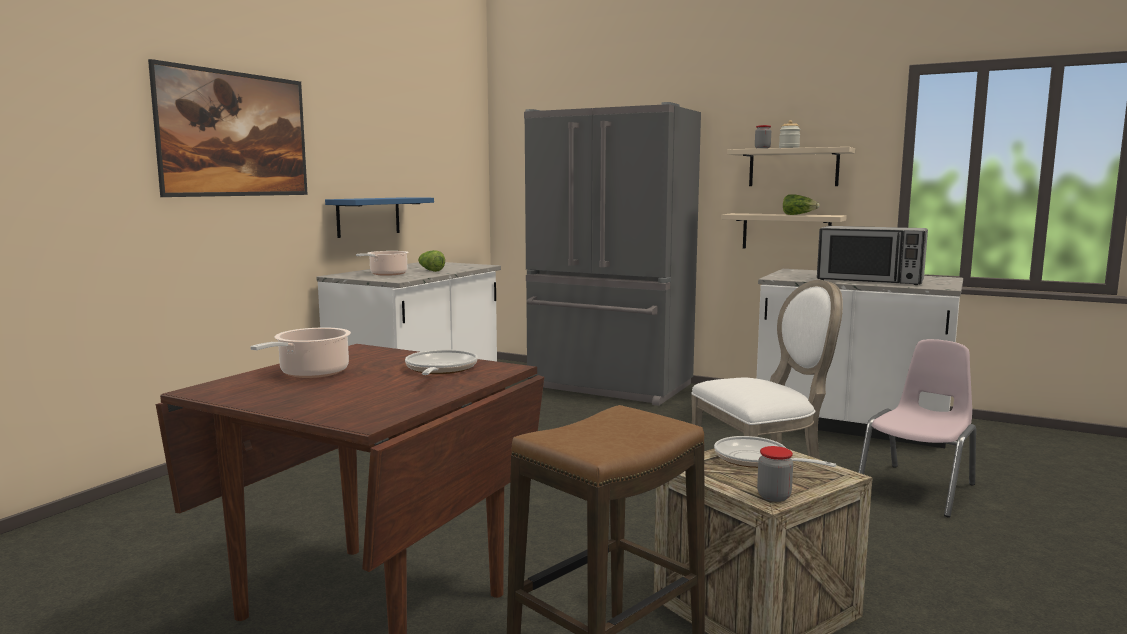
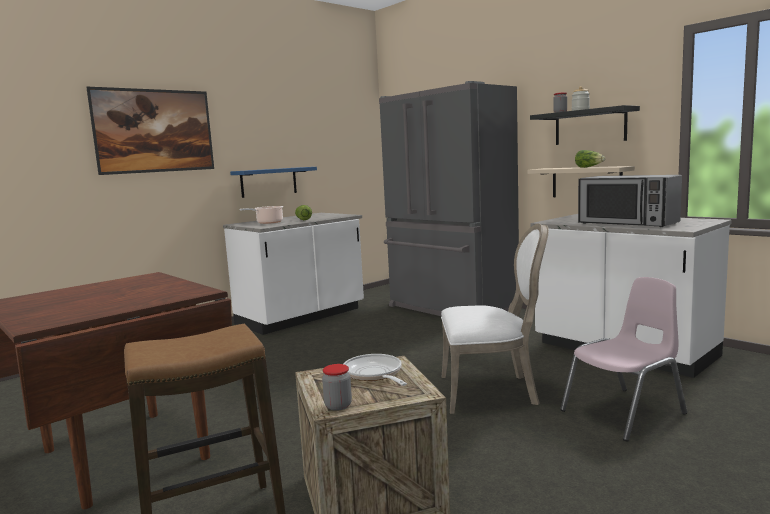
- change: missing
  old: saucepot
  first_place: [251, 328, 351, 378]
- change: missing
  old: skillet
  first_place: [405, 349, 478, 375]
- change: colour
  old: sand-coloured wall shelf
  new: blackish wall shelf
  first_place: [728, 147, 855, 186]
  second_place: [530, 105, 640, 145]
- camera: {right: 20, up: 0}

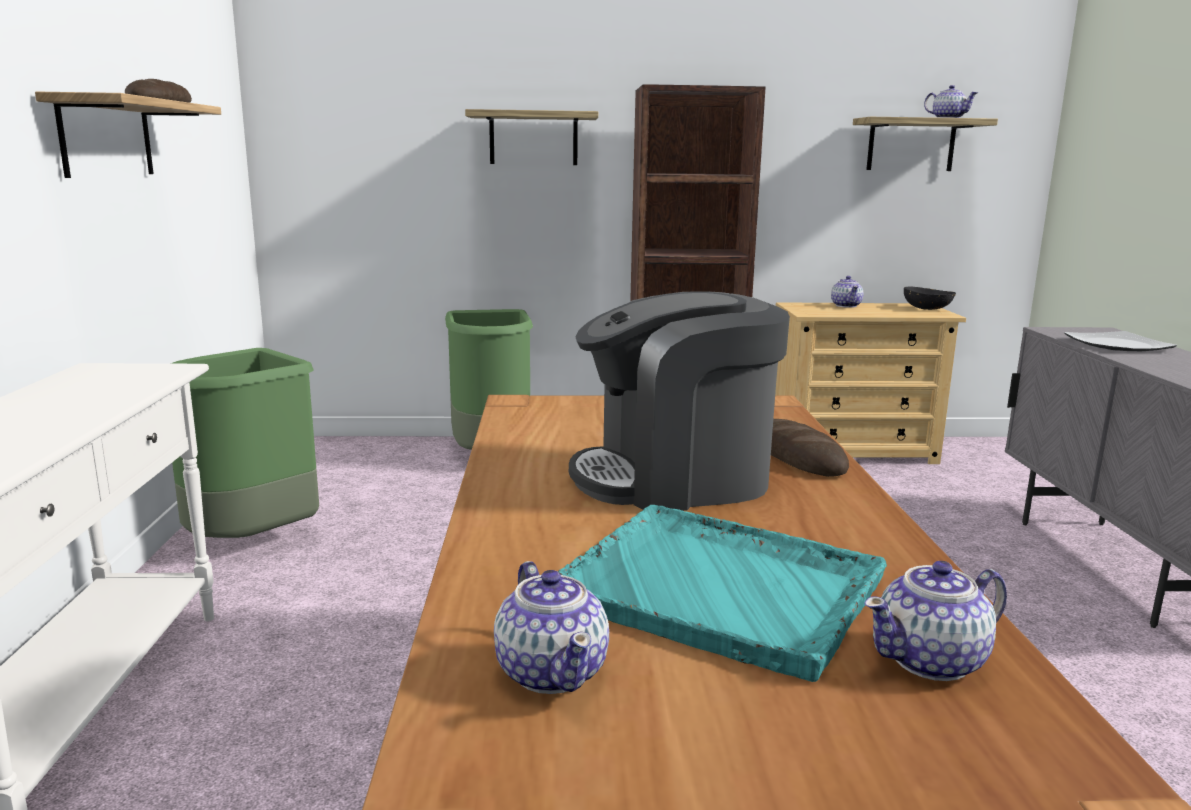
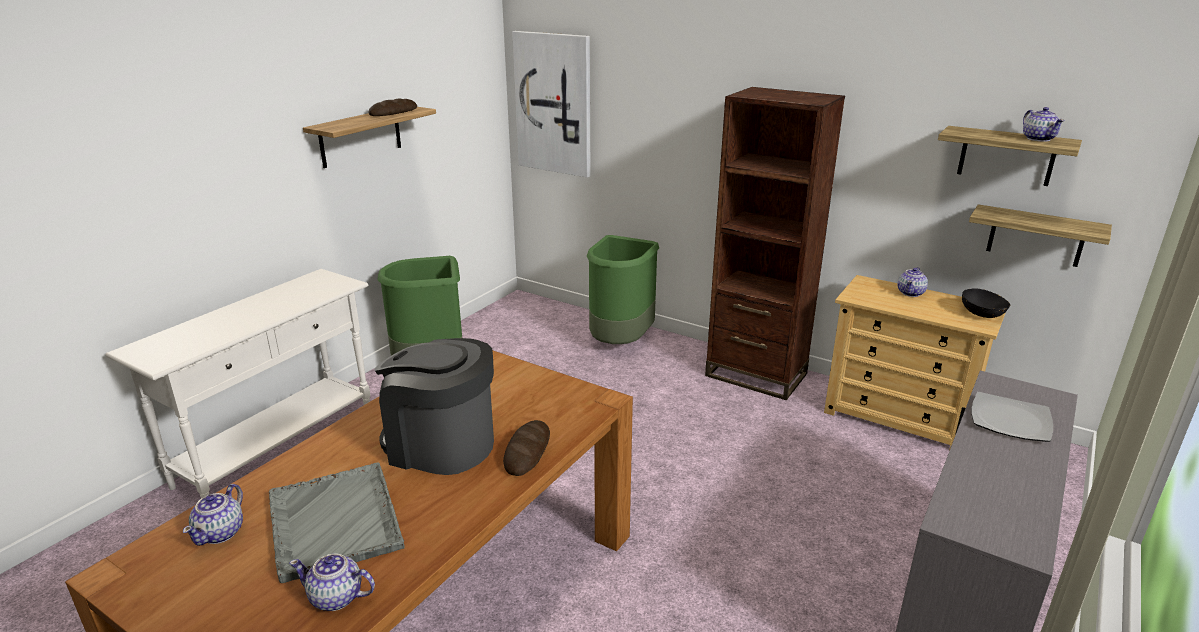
- change: appeared
  new: wall picture
  second_place: [512, 31, 590, 178]
- change: relocated
  old: wall shelf
  first_place: [465, 109, 598, 165]
  second_place: [969, 204, 1112, 267]
- change: colour
  old: turquoise-coloured serving tray
  new: gray serving tray
  first_place: [557, 505, 887, 682]
  second_place: [269, 463, 405, 583]
- camera: {right: 35, up: 10}

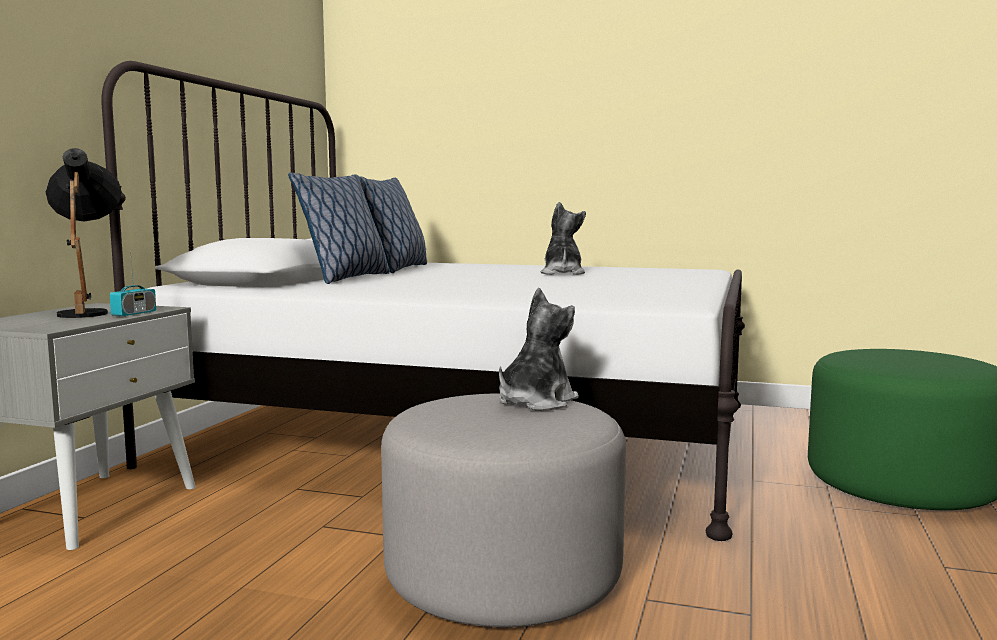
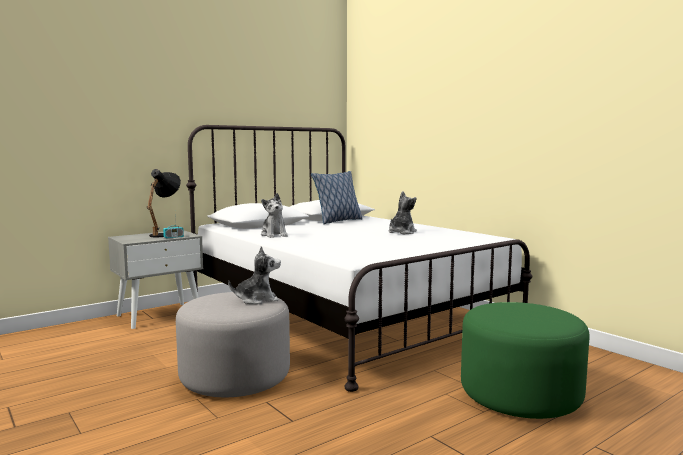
- change: missing
  old: throw pillow
  first_place: [288, 172, 390, 284]
- change: appeared
  new: cuddly toy
  second_place: [261, 193, 288, 238]
- camera: {right: 35, up: 0}

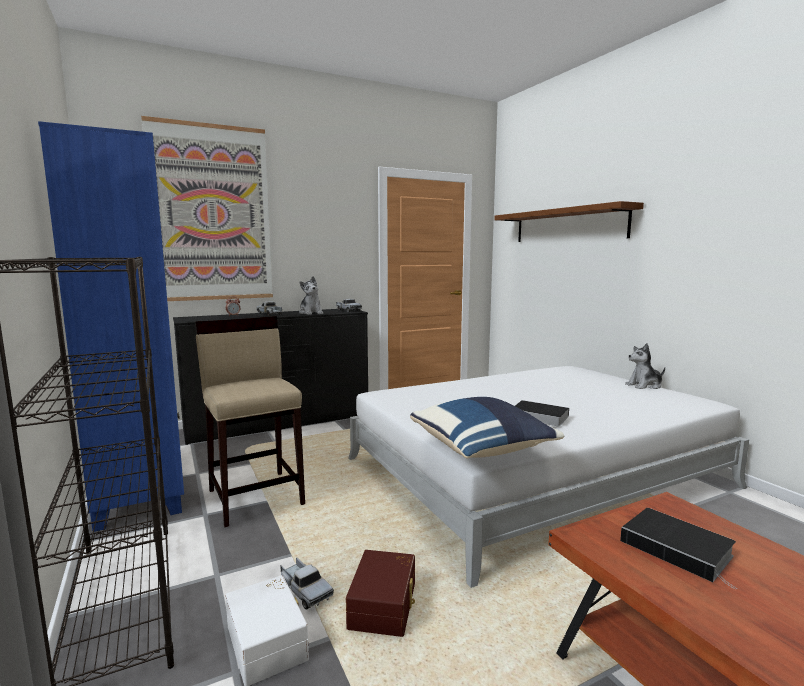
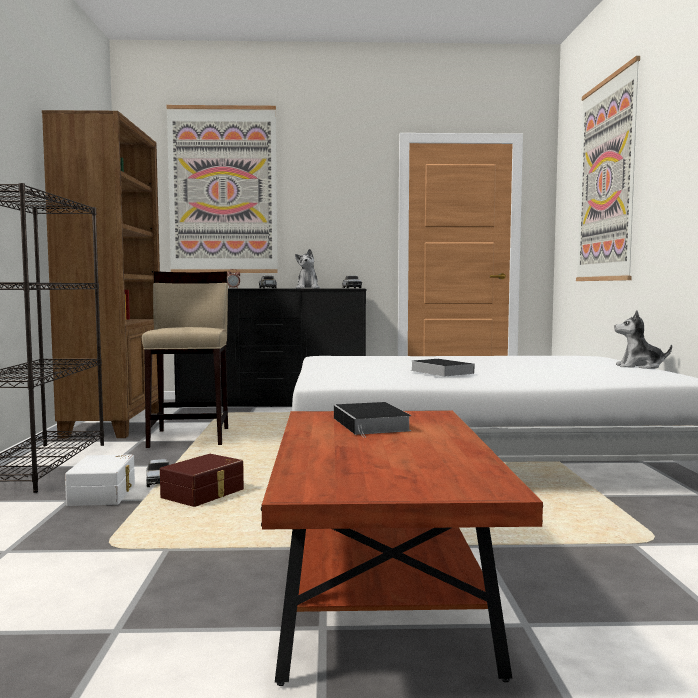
- change: missing
  old: bluish throw pillow
  first_place: [410, 397, 564, 459]
- change: exchanged
  old: brown-coloured wall shelf
  new: wall picture
  first_place: [494, 201, 644, 242]
  second_place: [576, 56, 640, 281]
- change: colour
  old: bluish bookcase
  new: brown-coloured bookcase
  first_place: [38, 121, 184, 532]
  second_place: [42, 110, 160, 439]
- camera: {right: 25, up: -5}

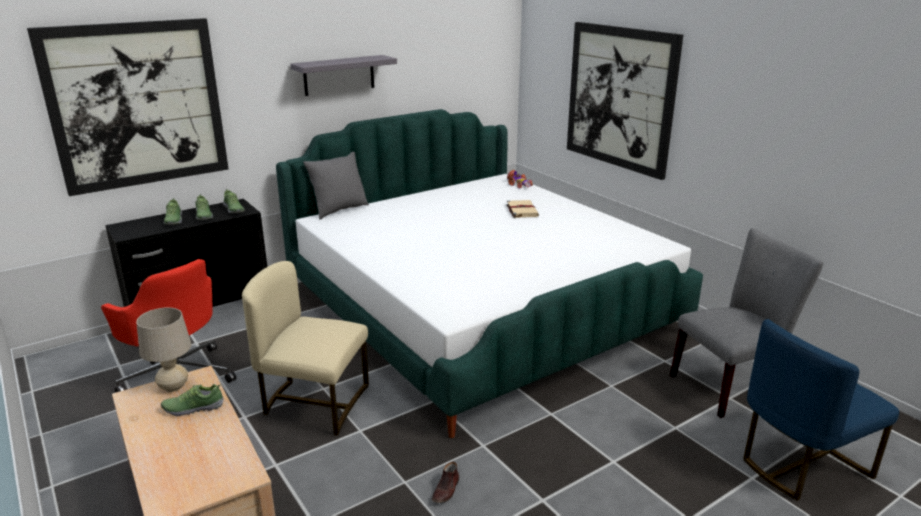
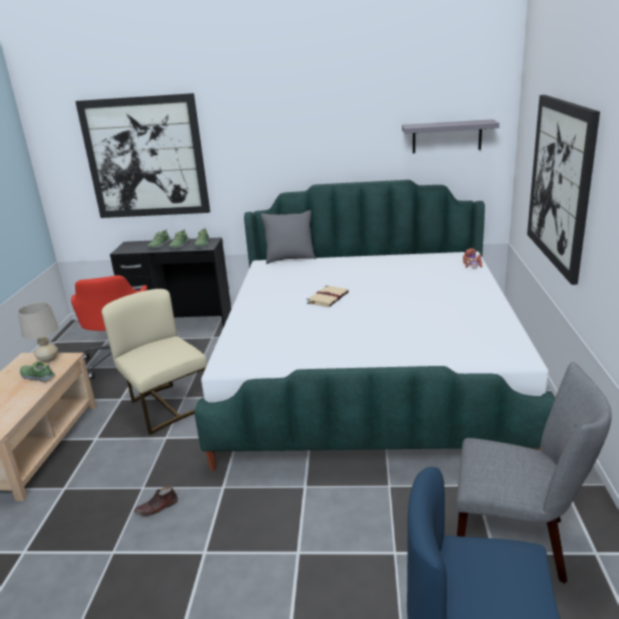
- change: relocated
  old: gray wall shelf
  first_place: [291, 55, 397, 96]
  second_place: [402, 119, 499, 153]
- change: relocated
  old: sand-coloured bound book
  first_place: [506, 200, 539, 218]
  second_place: [307, 285, 349, 307]
- camera: {right: 40, up: 0}

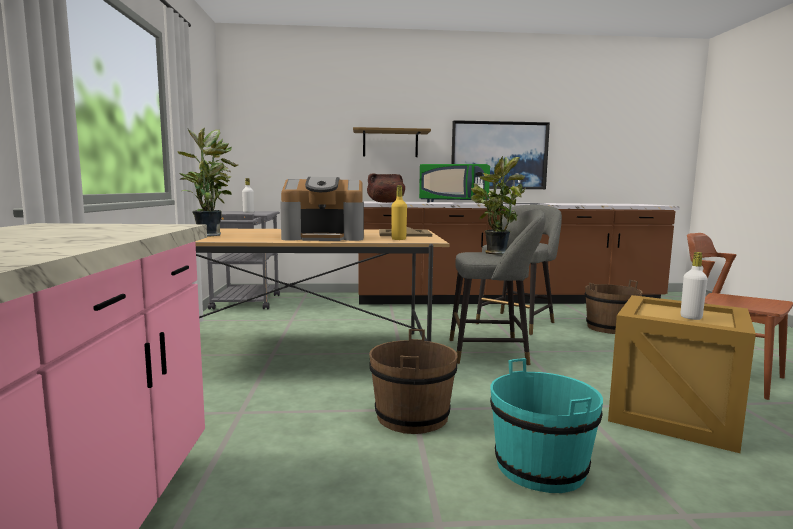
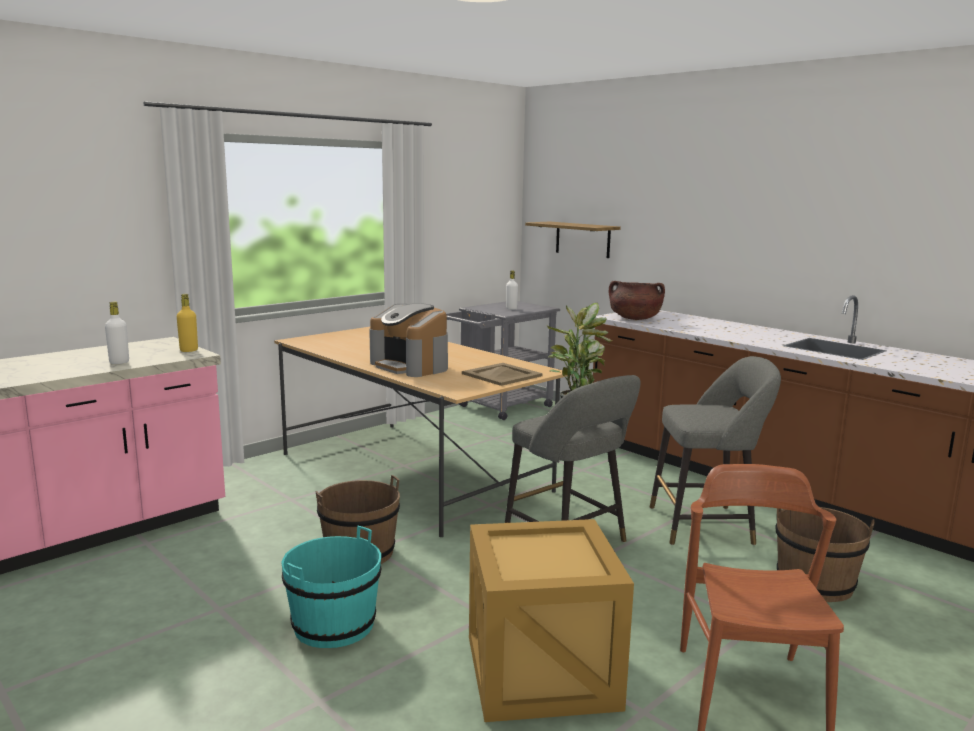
- change: missing
  old: plant in a pot
  first_place: [177, 128, 238, 237]
- change: missing
  old: green-coloured microwave oven
  first_place: [419, 164, 490, 202]
- change: missing
  old: wall picture
  first_place: [451, 120, 550, 189]
- change: relocated
  old: wall shelf
  first_place: [353, 127, 431, 157]
  second_place: [525, 222, 621, 258]
- change: relocated
  old: yellowish beverage bottle
  first_place: [391, 185, 407, 240]
  second_place: [177, 294, 198, 352]
- change: relocated
  old: white beverage bottle
  first_place: [681, 252, 708, 320]
  second_place: [105, 302, 129, 364]
- camera: {right: 50, up: 5}

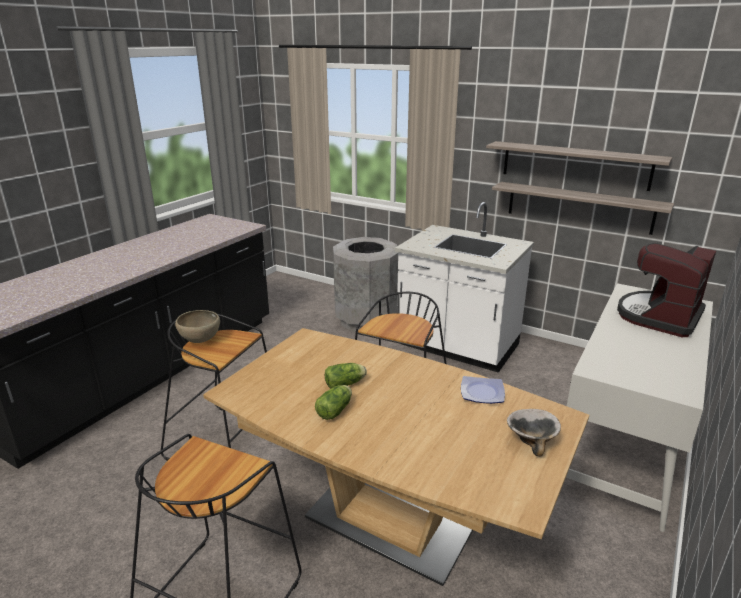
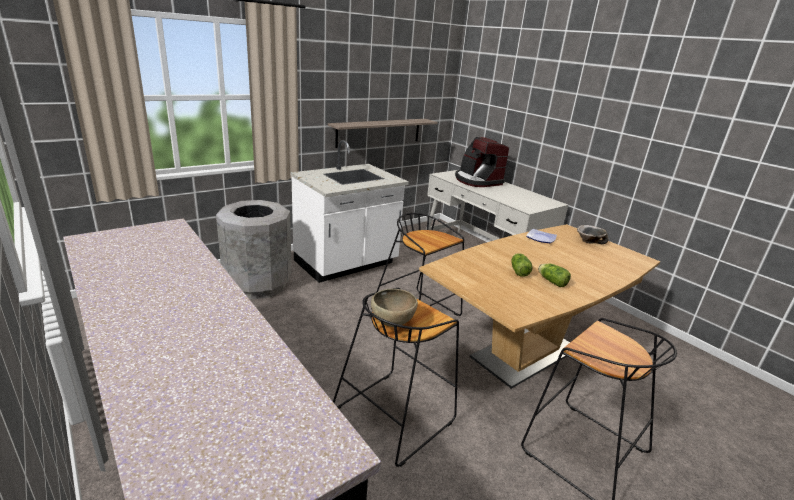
- change: missing
  old: wall shelf
  first_place: [486, 141, 672, 191]
- camera: {right: -70, up: 0}

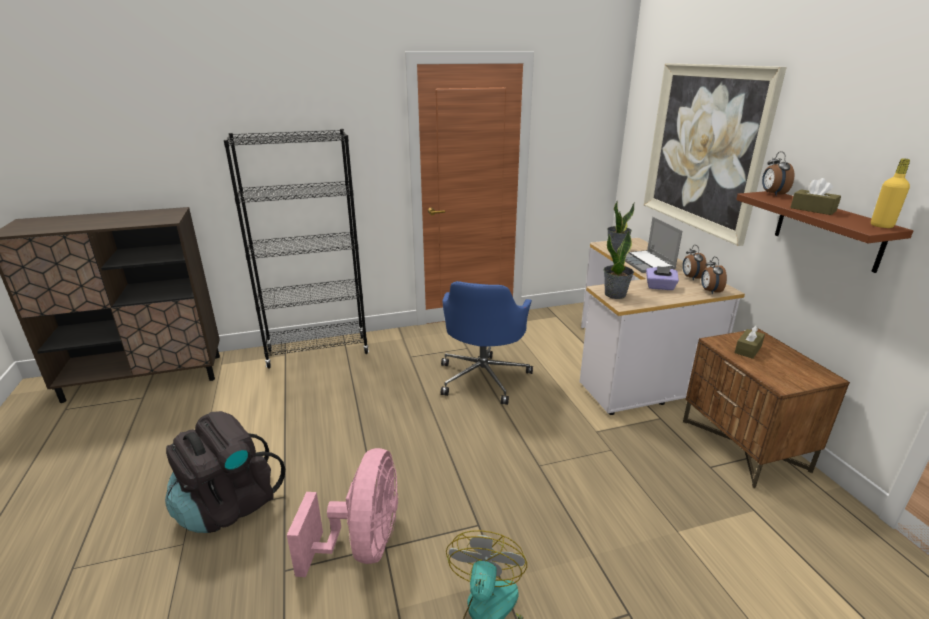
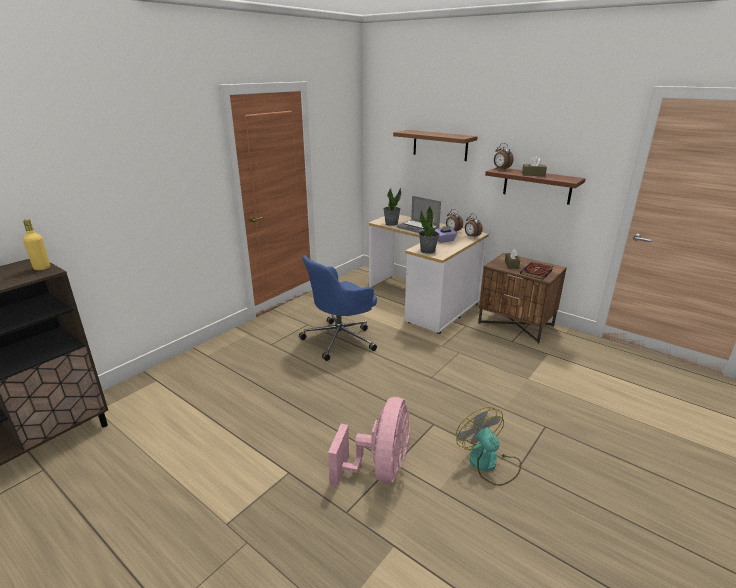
- change: missing
  old: blackish rucksack
  first_place: [165, 411, 285, 533]
- change: missing
  old: blackish bookcase
  first_place: [224, 129, 369, 369]
- change: appeared
  new: bound book
  second_place: [520, 262, 554, 280]
- change: relocated
  old: yellowish beverage bottle
  first_place: [871, 158, 910, 228]
  second_place: [23, 219, 50, 270]
- change: exchanged
  old: wall picture
  new: brown-coloured wall shelf
  first_place: [644, 63, 787, 246]
  second_place: [393, 130, 478, 161]
- change: spun
  old: pink electric fan
  first_place: [287, 448, 398, 577]
  second_place: [328, 397, 410, 487]
  degrees: 45
- change: spun
  old: bluish desk chair
  first_place: [441, 281, 533, 405]
  second_place: [299, 255, 377, 361]
  degrees: 75
- camera: {right: -35, up: 0}

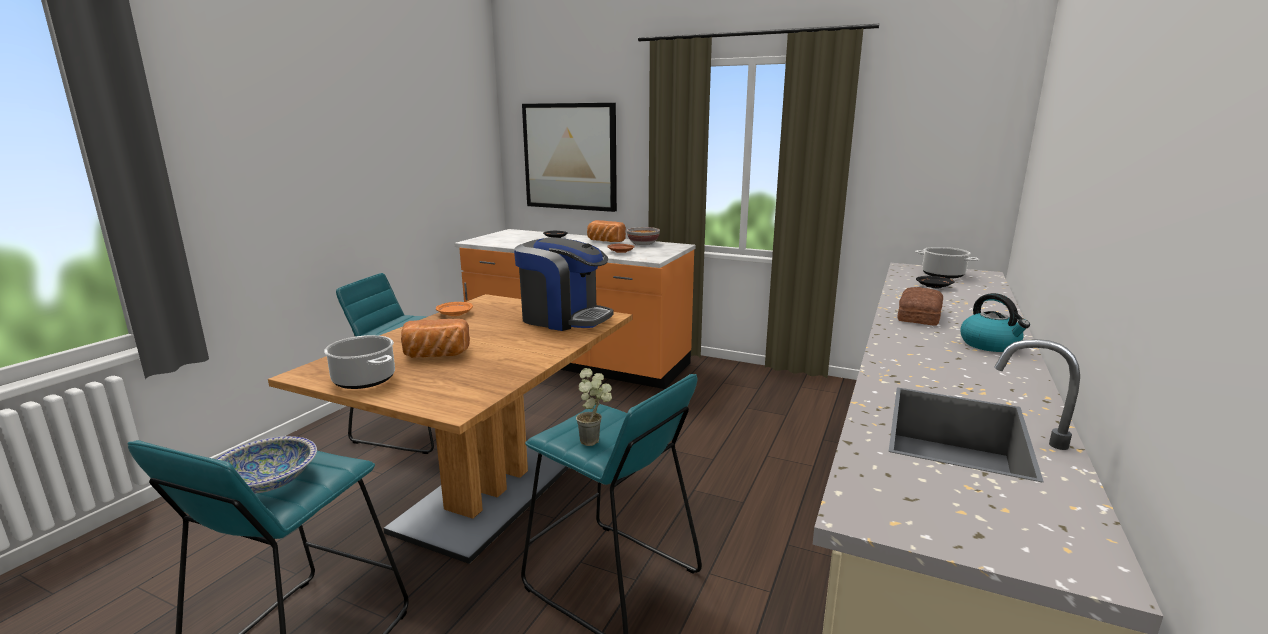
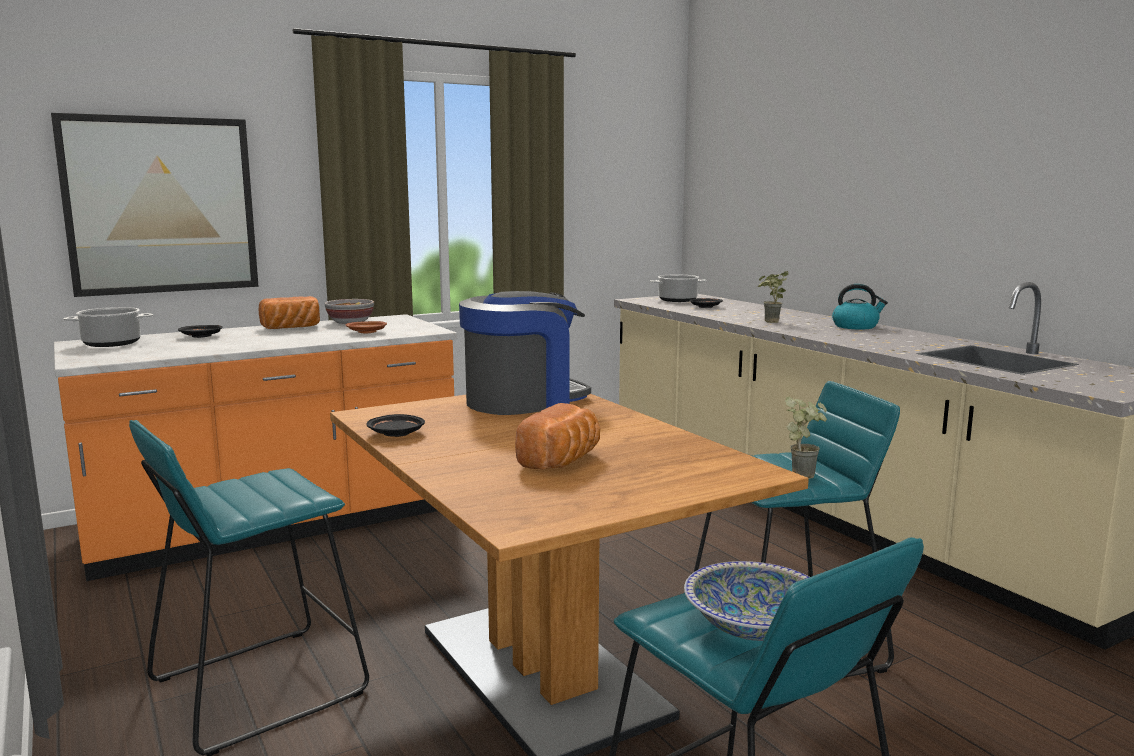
- change: relocated
  old: saucepot
  first_place: [324, 335, 395, 389]
  second_place: [63, 307, 153, 347]
- change: exchanged
  old: bread
  new: plant in a pot
  first_place: [897, 287, 943, 326]
  second_place: [758, 271, 789, 323]
- change: colour
  old: orange-coloured dinner plate
  new: blackish dinner plate
  first_place: [436, 302, 473, 316]
  second_place: [367, 414, 425, 437]
- camera: {right: -55, up: -5}

